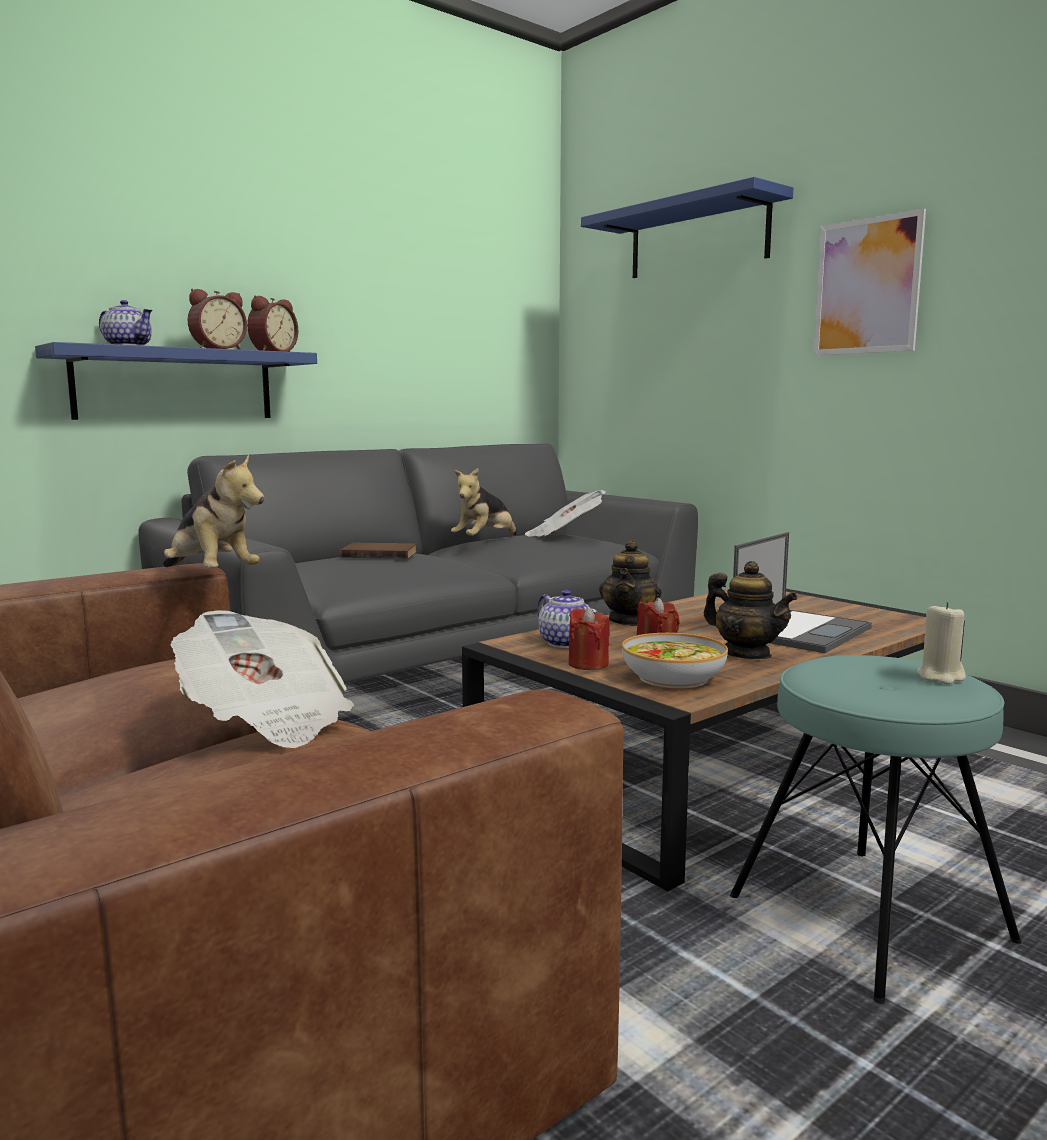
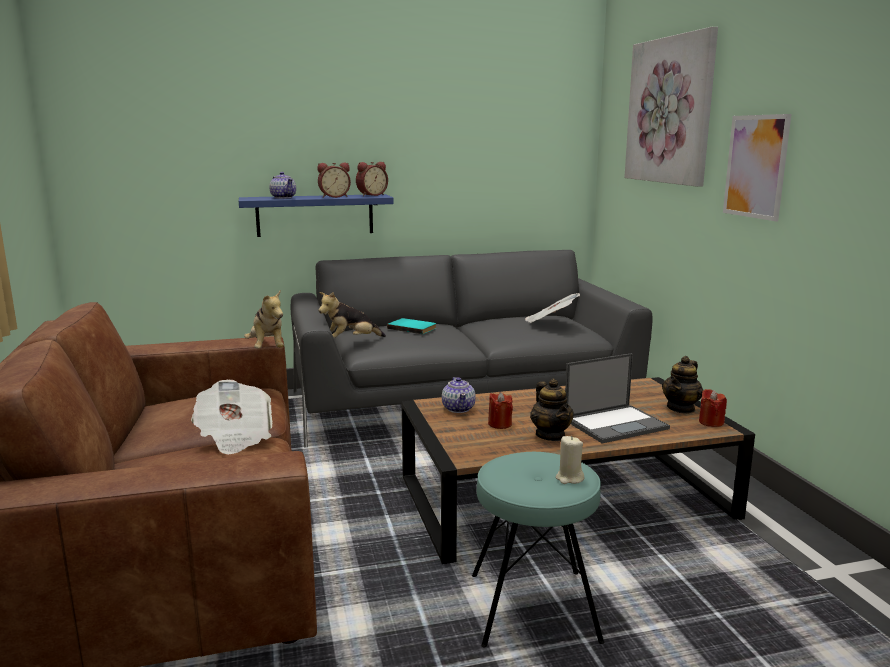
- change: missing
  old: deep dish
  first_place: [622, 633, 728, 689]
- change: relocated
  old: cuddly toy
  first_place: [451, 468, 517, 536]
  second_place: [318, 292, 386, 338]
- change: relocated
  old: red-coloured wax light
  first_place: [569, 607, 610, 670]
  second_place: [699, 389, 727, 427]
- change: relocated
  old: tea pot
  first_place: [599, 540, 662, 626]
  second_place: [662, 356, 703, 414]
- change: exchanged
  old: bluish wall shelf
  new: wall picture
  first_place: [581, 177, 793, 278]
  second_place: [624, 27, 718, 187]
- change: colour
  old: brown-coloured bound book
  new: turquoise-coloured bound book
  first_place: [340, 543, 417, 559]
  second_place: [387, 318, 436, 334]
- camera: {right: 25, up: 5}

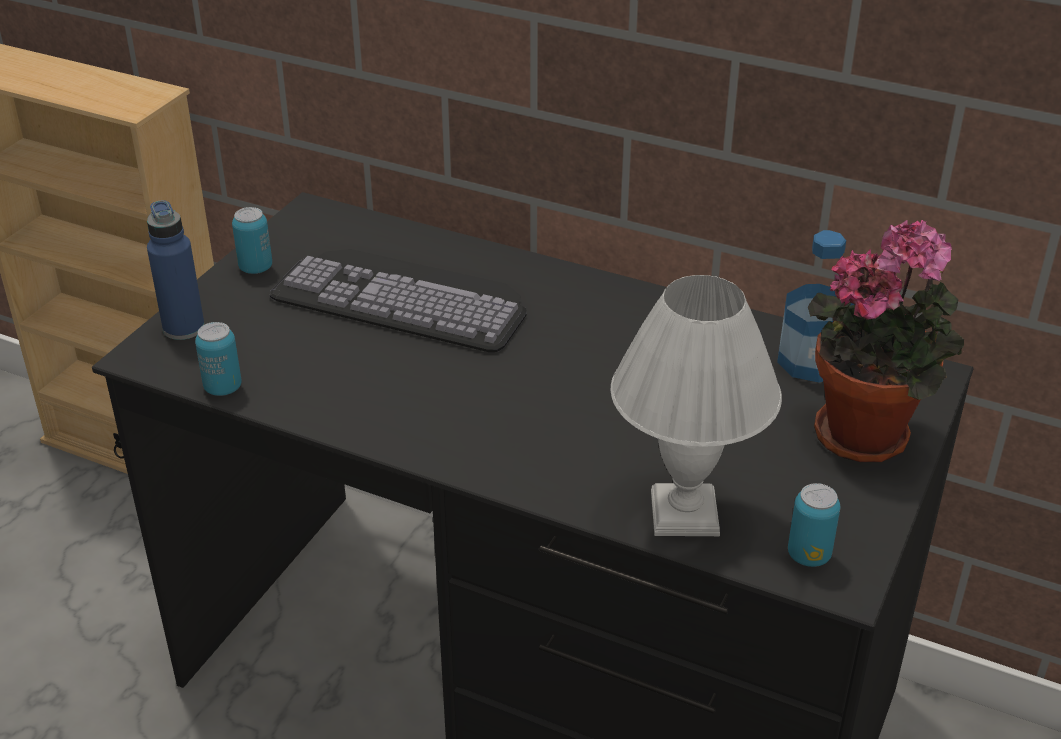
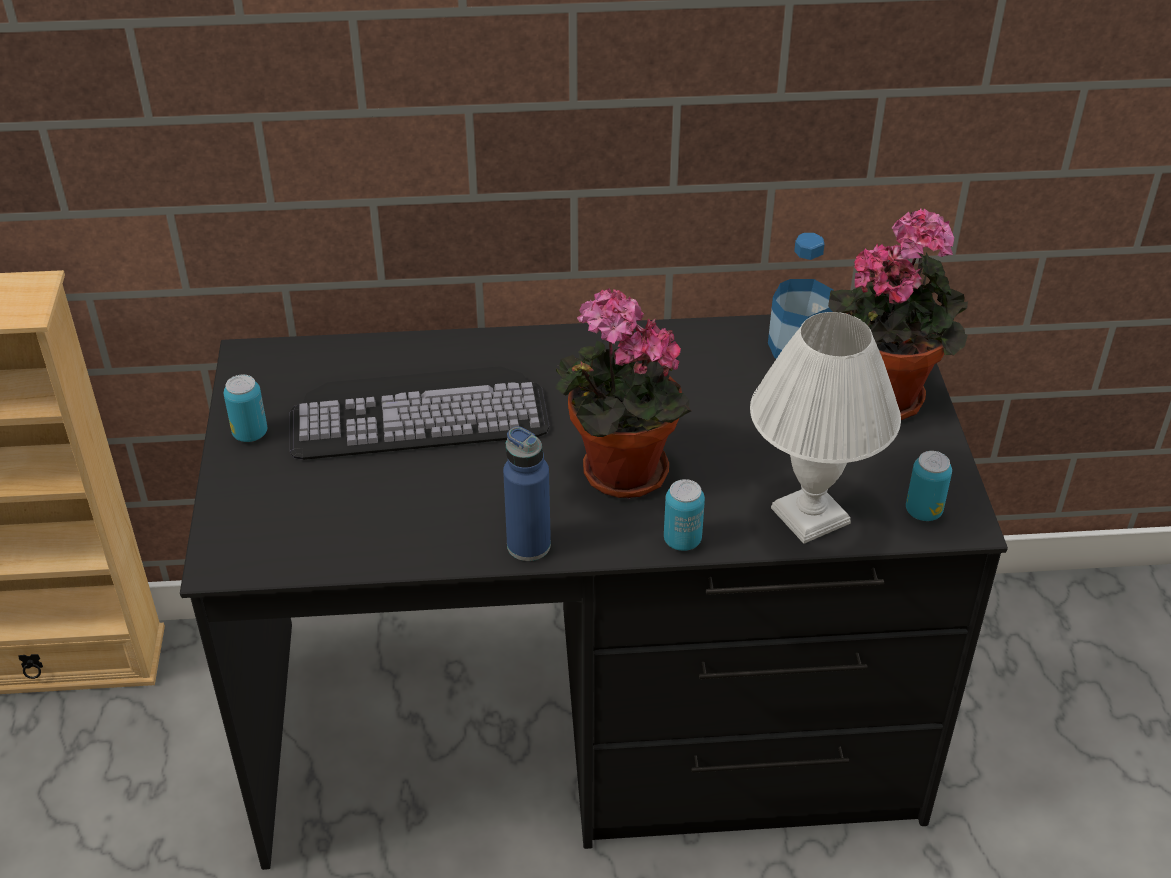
- change: appeared
  new: plant in a pot
  second_place: [555, 289, 691, 498]
- change: relocated
  old: bluish beverage bottle
  first_place: [147, 200, 205, 340]
  second_place: [503, 426, 551, 561]
- change: relocated
  old: can
  first_place: [195, 322, 242, 396]
  second_place: [664, 479, 705, 551]
- camera: {right: -30, up: 5}

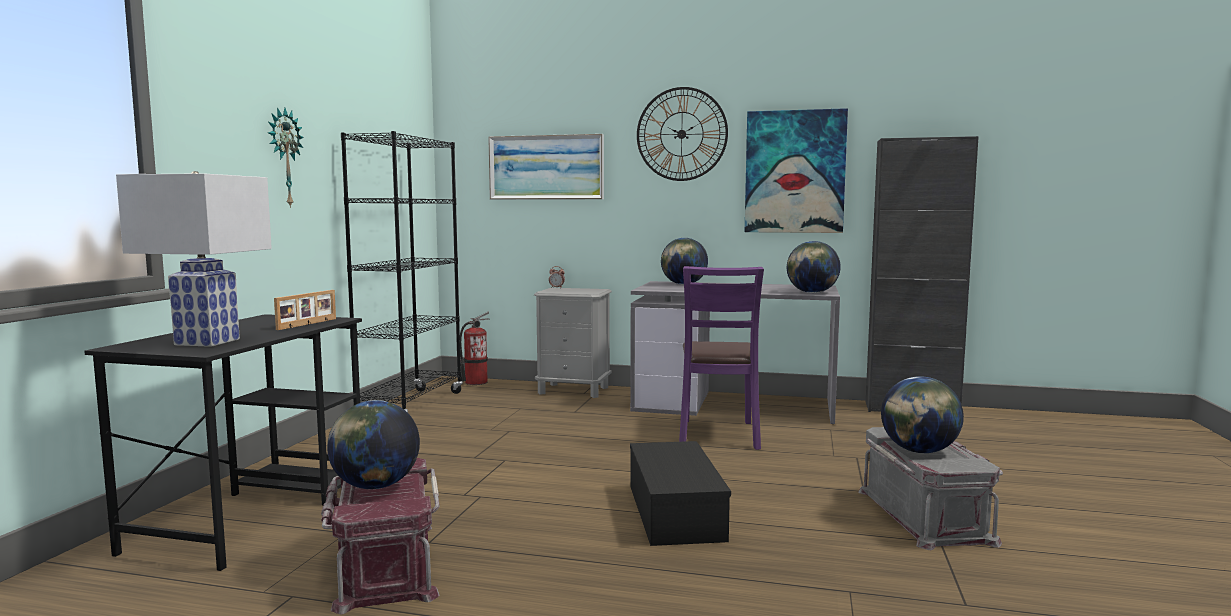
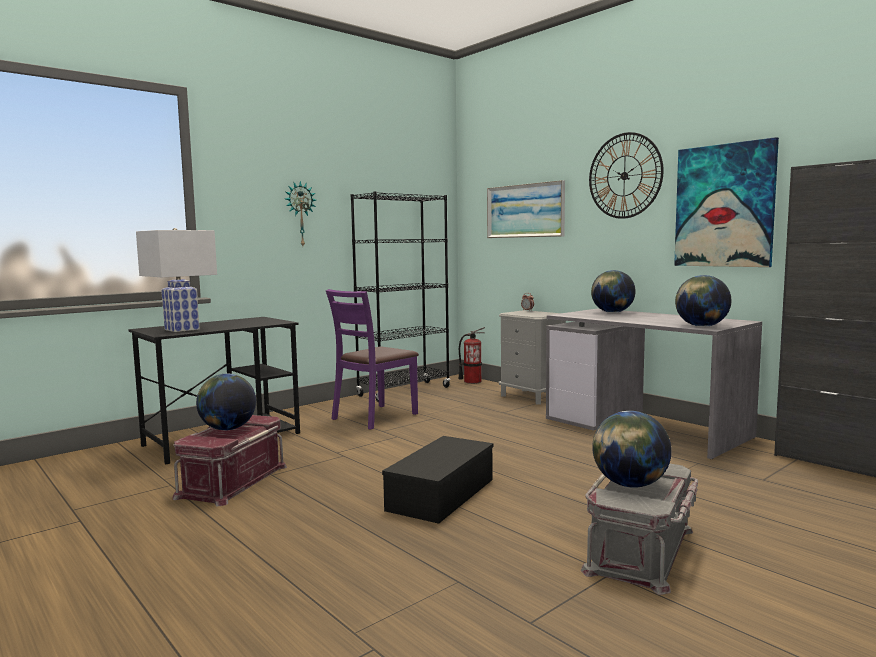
- change: missing
  old: standing frame
  first_place: [274, 290, 336, 330]
- change: relocated
  old: purplish plain chair
  first_place: [679, 266, 764, 450]
  second_place: [326, 289, 419, 430]
- camera: {right: 35, up: 0}

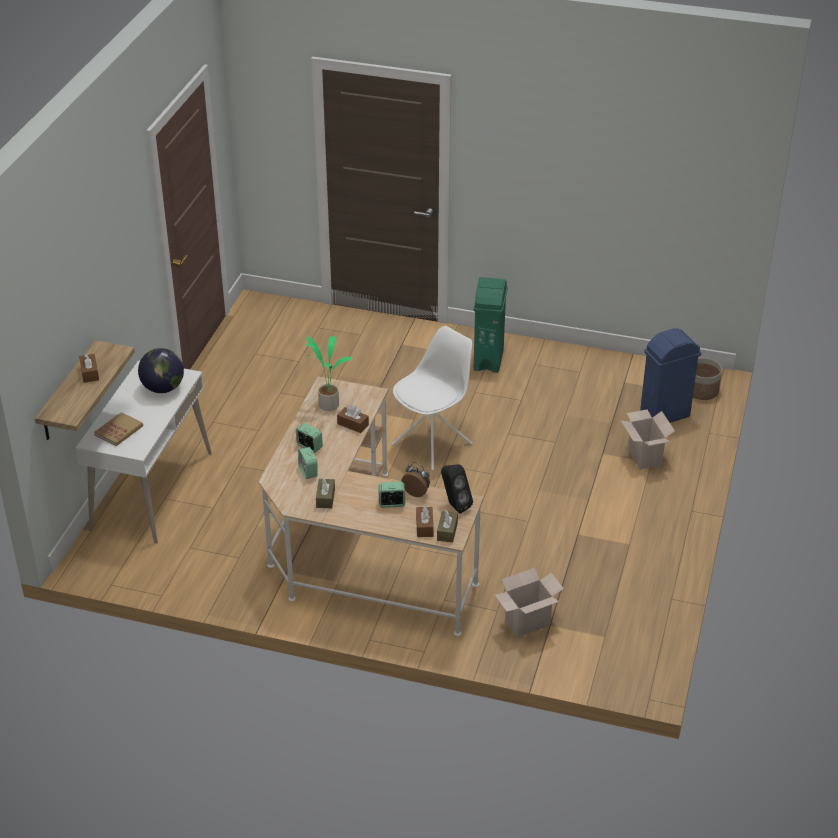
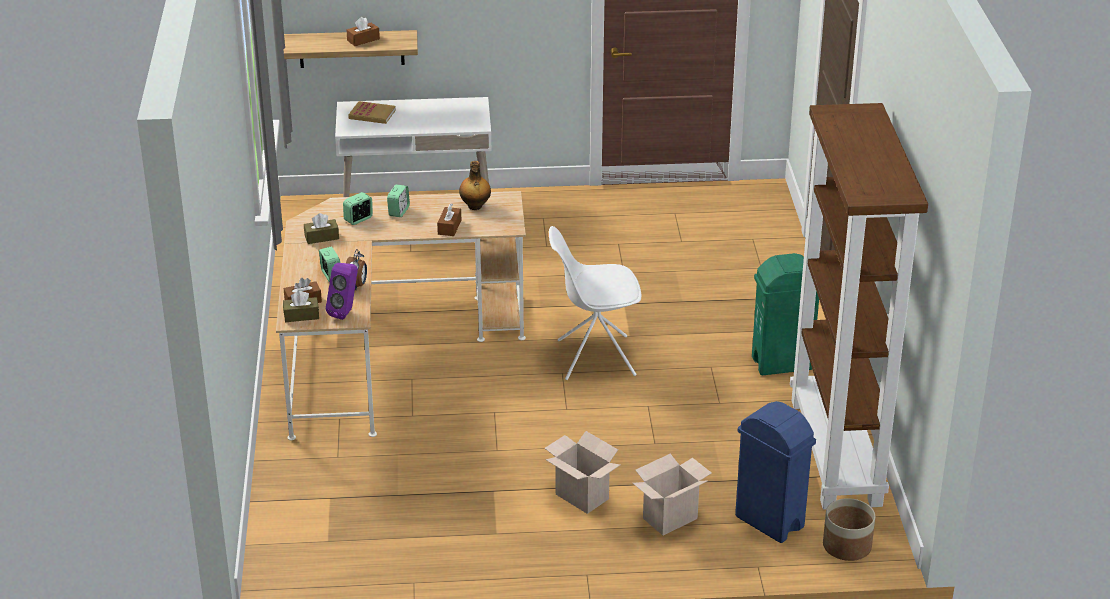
- change: missing
  old: desk globe
  first_place: [138, 348, 184, 393]
- change: appeared
  new: brown-coloured bookcase
  second_place: [790, 103, 928, 510]
- change: relocated
  old: carton
  first_place: [495, 568, 564, 637]
  second_place: [544, 431, 620, 514]
- change: exchanged
  old: plant in a pot
  new: beverage bottle
  first_place: [304, 336, 352, 411]
  second_place: [459, 161, 491, 210]
- change: colour
  old: blackish speaker
  new: purplish speaker
  first_place: [441, 464, 473, 514]
  second_place: [326, 263, 358, 320]
- change: spun
  old: white plain chair
  first_place: [391, 326, 473, 470]
  second_place: [549, 226, 641, 380]
  degrees: 150
- camera: {right: 70, up: -5}

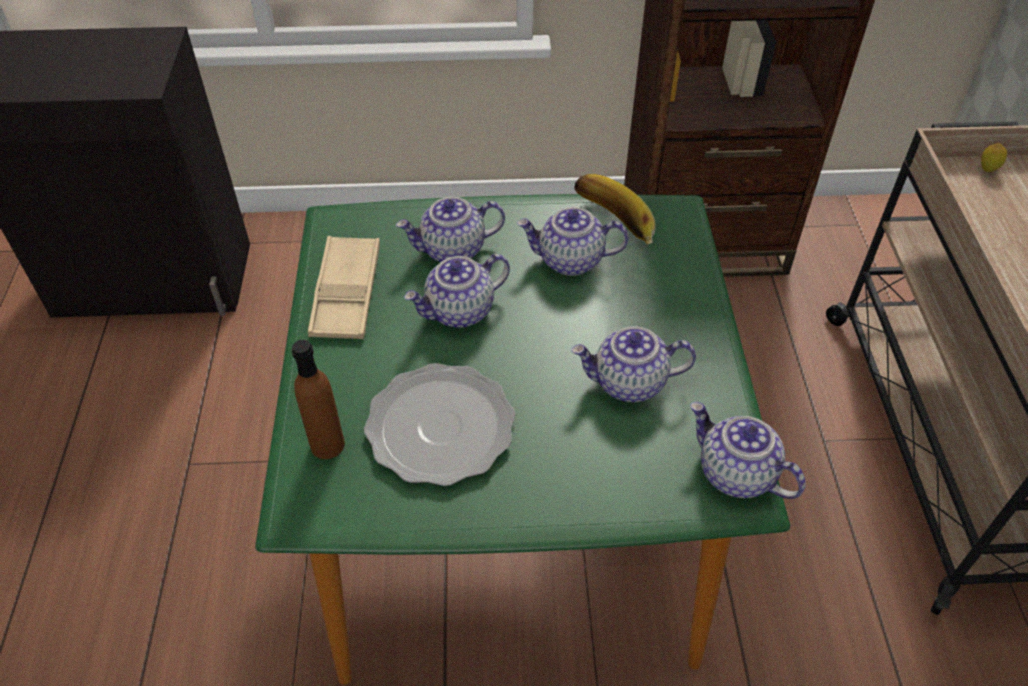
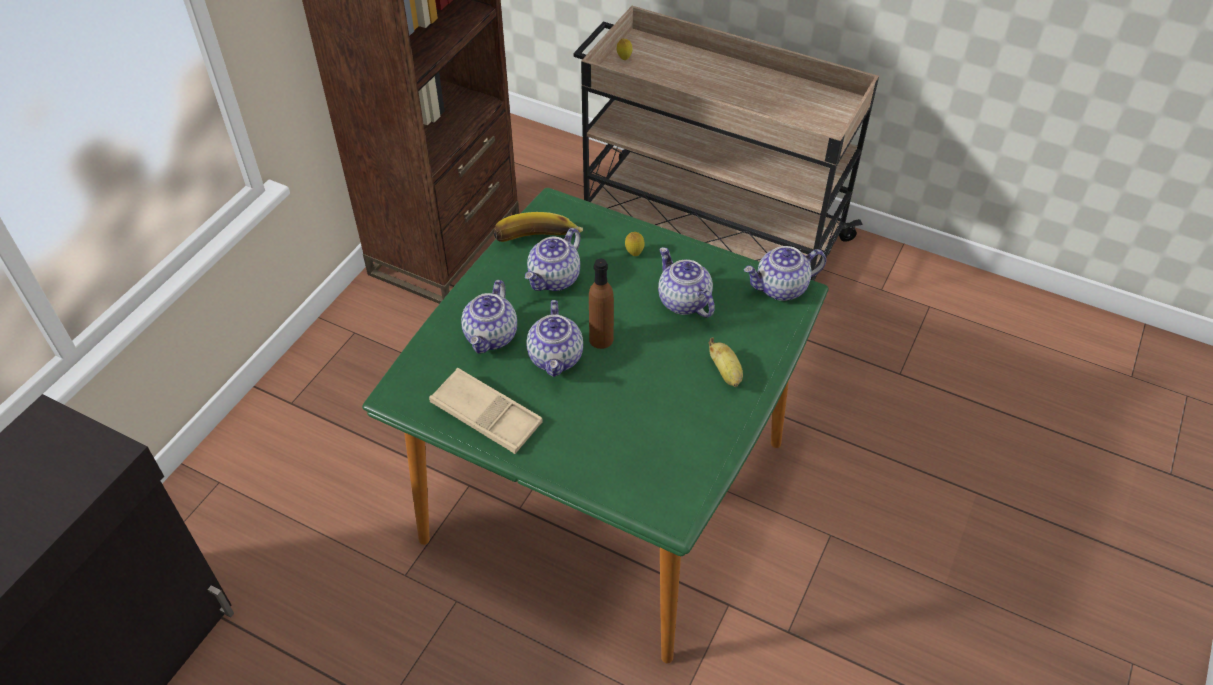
- change: missing
  old: dinner plate
  first_place: [364, 363, 515, 486]
- change: appeared
  new: whole lemon
  second_place: [625, 232, 645, 256]
- change: appeared
  new: whole banana
  second_place: [708, 338, 743, 387]
- change: relocated
  old: brown-coloured beverage bottle
  first_place: [292, 340, 345, 459]
  second_place: [589, 259, 614, 349]
- change: spun
  old: tea pot
  first_place: [571, 326, 696, 402]
  second_place: [658, 247, 715, 318]
  degrees: 120
- camera: {right: -60, up: 0}

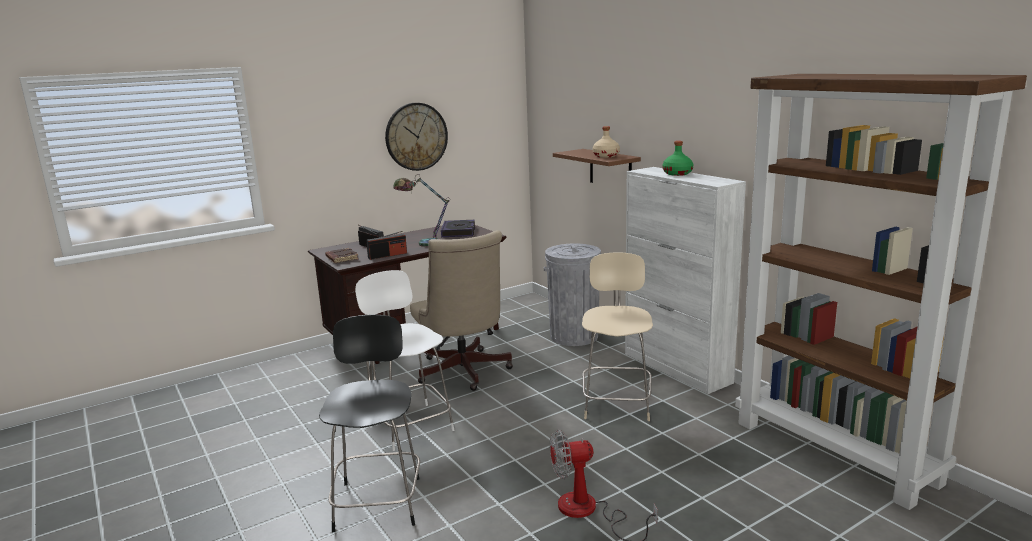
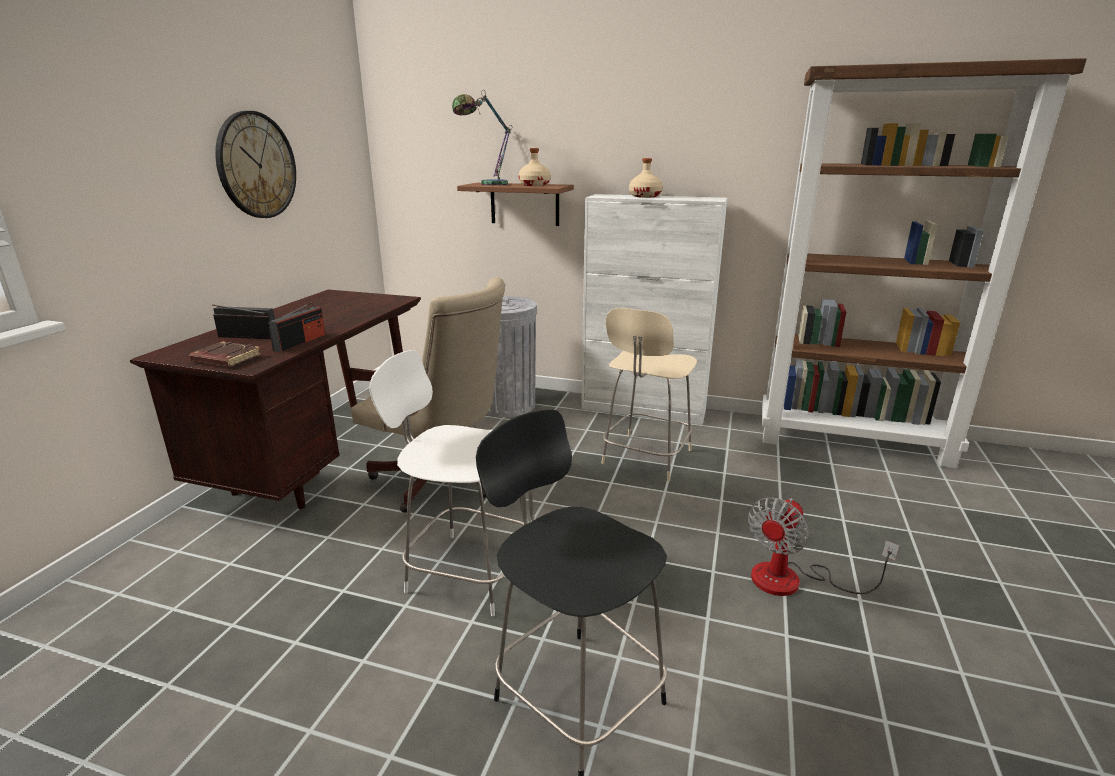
- change: missing
  old: bound book
  first_place: [441, 220, 475, 237]
- change: relocated
  old: lamp for a table
  first_place: [393, 174, 449, 247]
  second_place: [452, 90, 512, 185]
- change: colour
  old: green-coloured beverage bottle
  new: sand-coloured beverage bottle
  first_place: [662, 141, 693, 176]
  second_place: [629, 158, 663, 198]
- change: spun
  old: sand-coloured plain chair
  first_place: [582, 253, 653, 421]
  second_place: [601, 308, 697, 481]
  degrees: -120
- camera: {right: -40, up: 5}

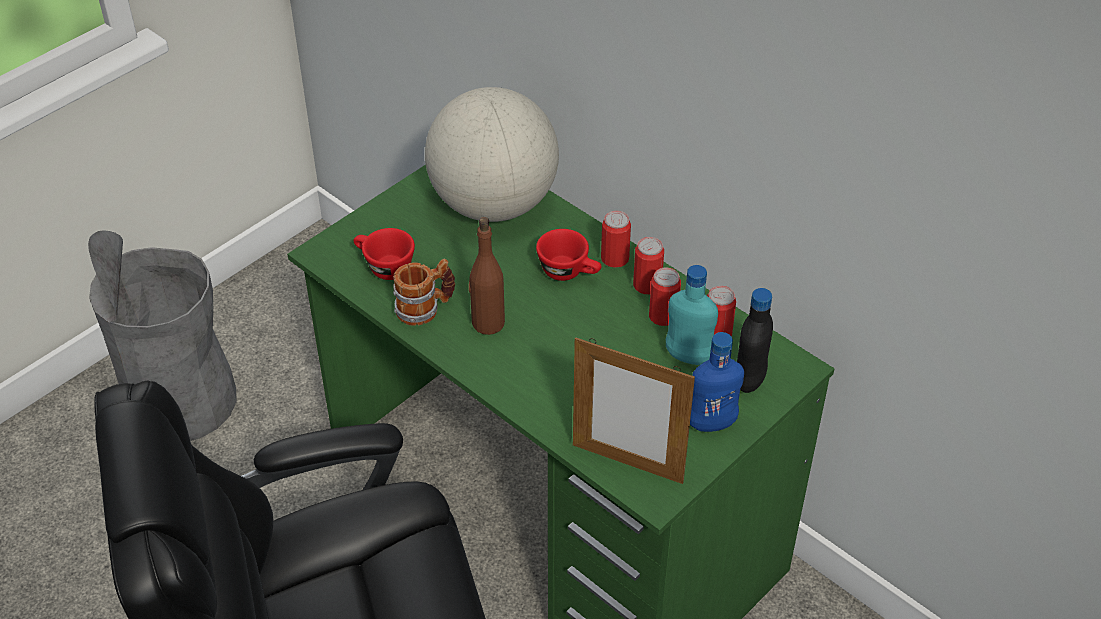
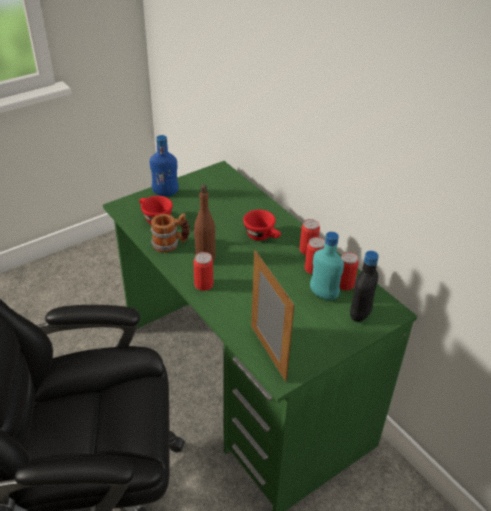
- change: missing
  old: gray trash can
  first_place: [88, 230, 237, 441]
- change: missing
  old: desk globe
  first_place: [425, 87, 559, 222]
- change: relocated
  old: can
  first_place: [601, 211, 631, 268]
  second_place: [193, 252, 213, 291]
- change: relocated
  old: bluish beverage bottle
  first_place: [690, 332, 744, 432]
  second_place: [150, 135, 179, 196]
- change: spun
  old: standing frame
  first_place: [573, 337, 695, 484]
  second_place: [251, 250, 295, 382]
  degrees: -150
- camera: {right: 10, up: -5}

